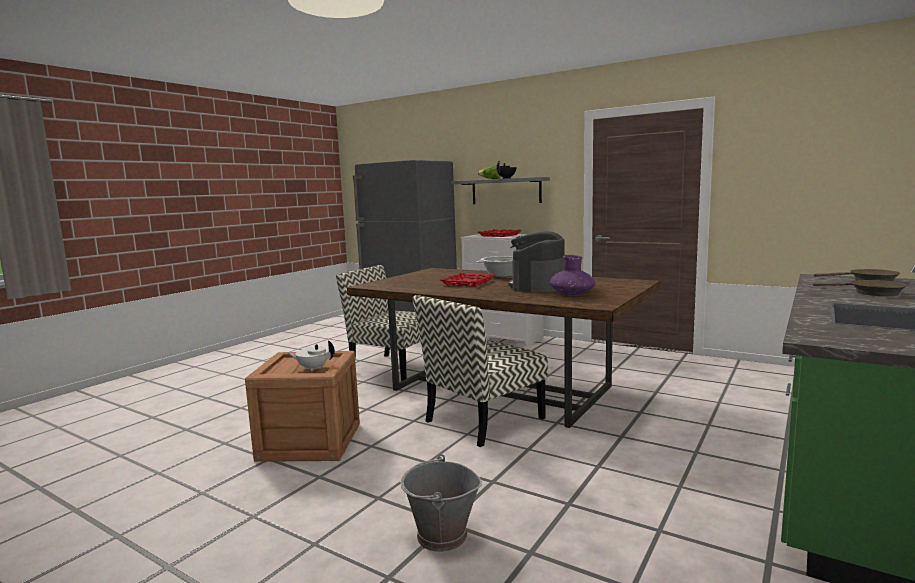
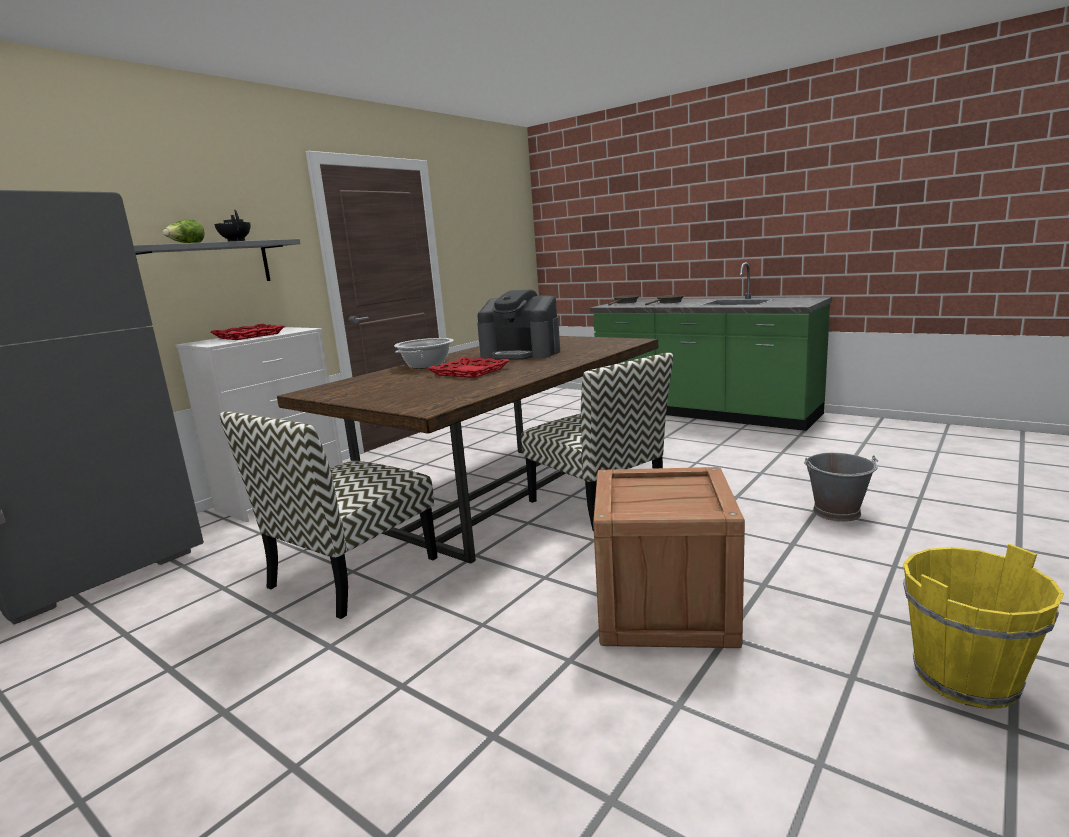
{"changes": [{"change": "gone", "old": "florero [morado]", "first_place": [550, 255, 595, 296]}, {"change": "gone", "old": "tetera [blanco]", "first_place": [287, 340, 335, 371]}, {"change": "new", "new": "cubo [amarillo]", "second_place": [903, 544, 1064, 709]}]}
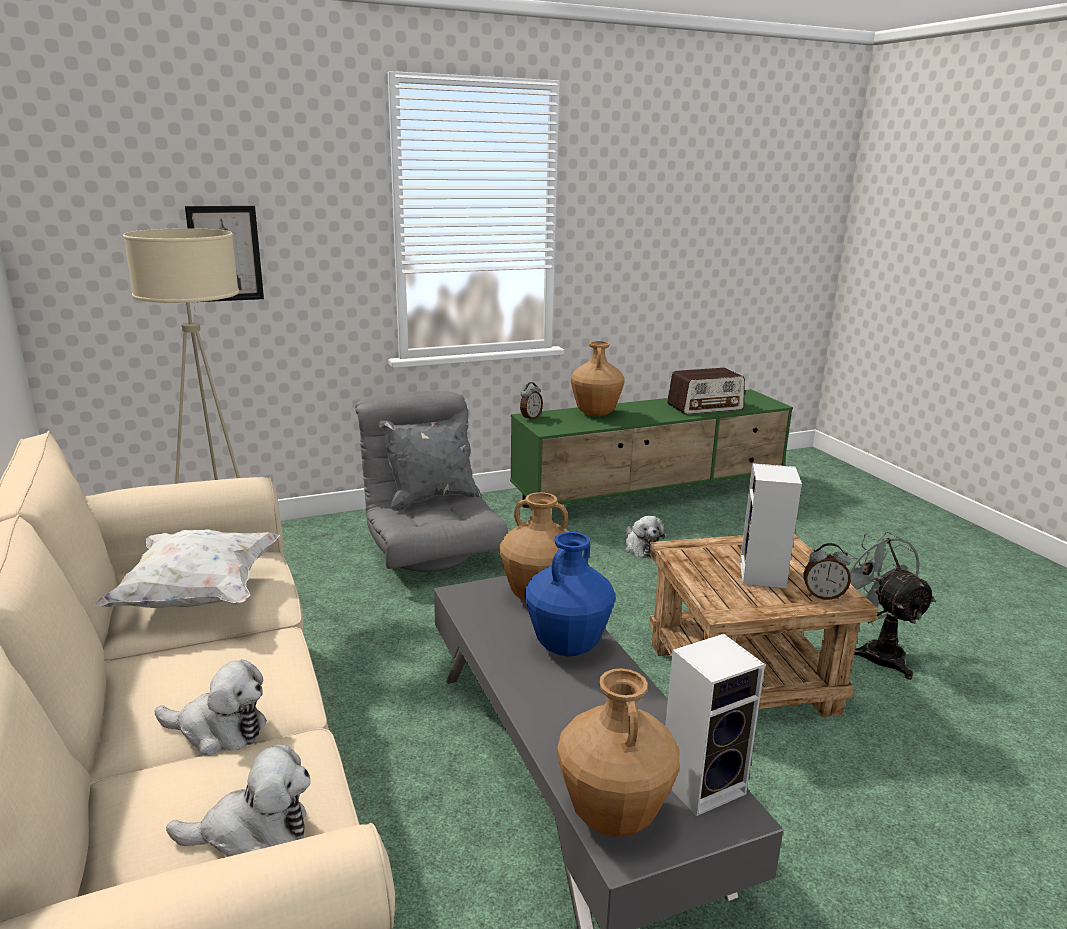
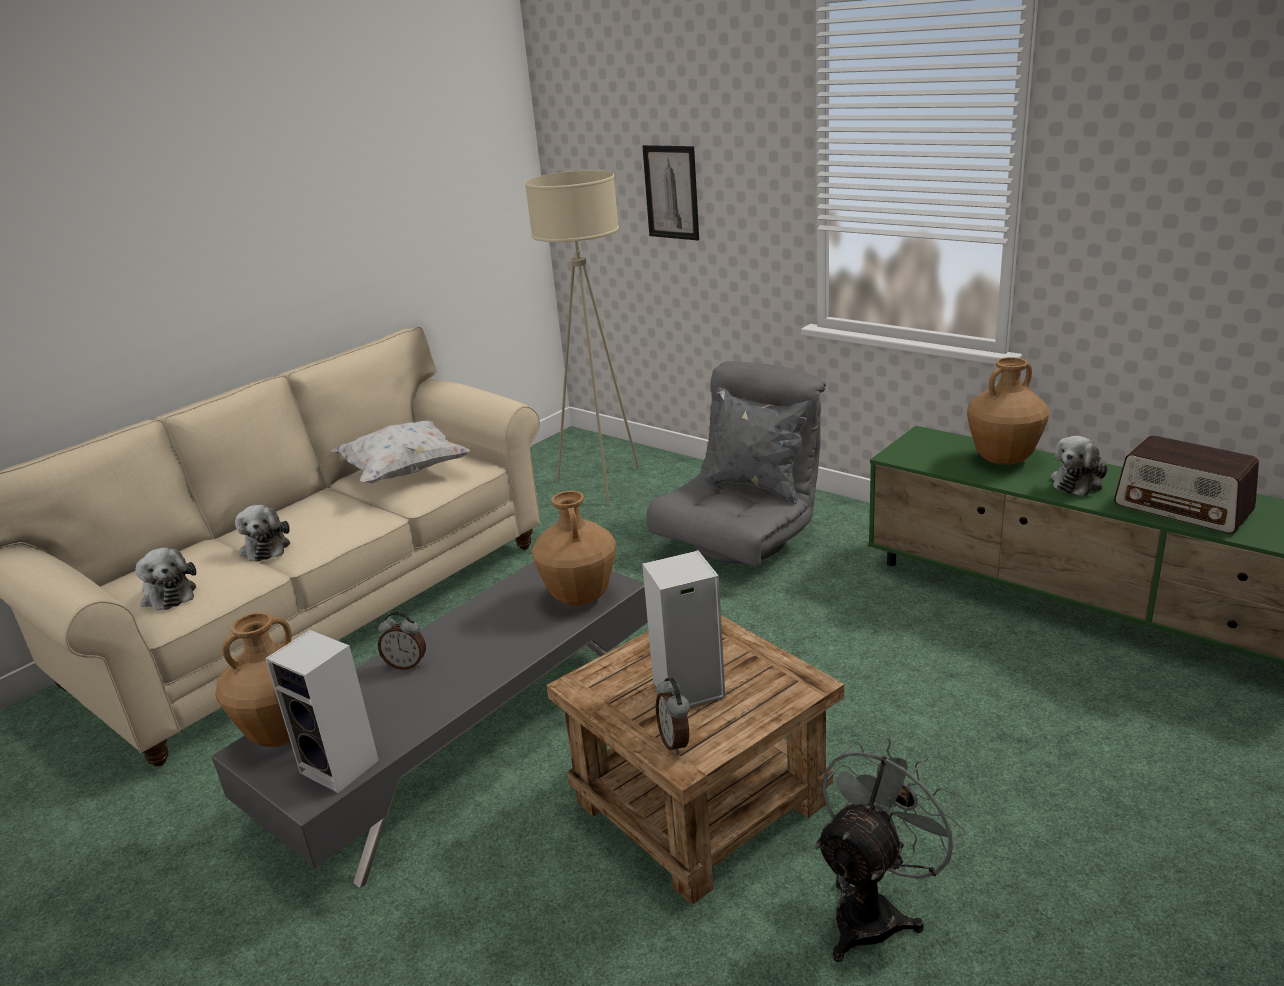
{"changes": [{"change": "shifted", "old": "despertador", "first_place": [520, 382, 543, 420], "second_place": [378, 612, 426, 670]}, {"change": "shifted", "old": "peluche", "first_place": [626, 516, 665, 558], "second_place": [1051, 436, 1108, 496]}, {"change": "gone", "old": "florero [azul]", "first_place": [525, 532, 616, 656]}]}
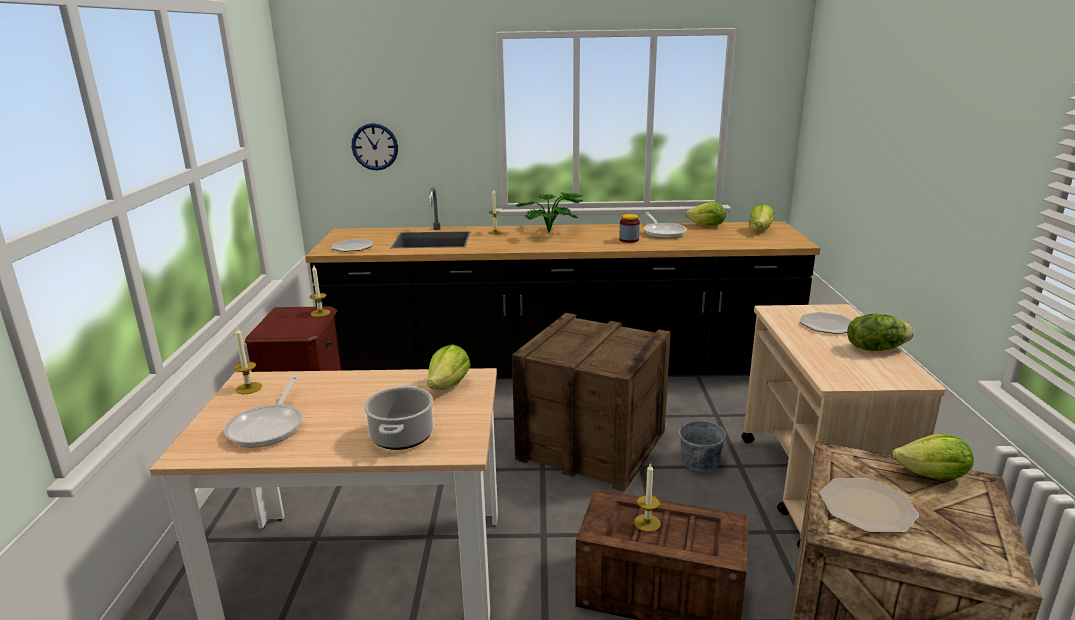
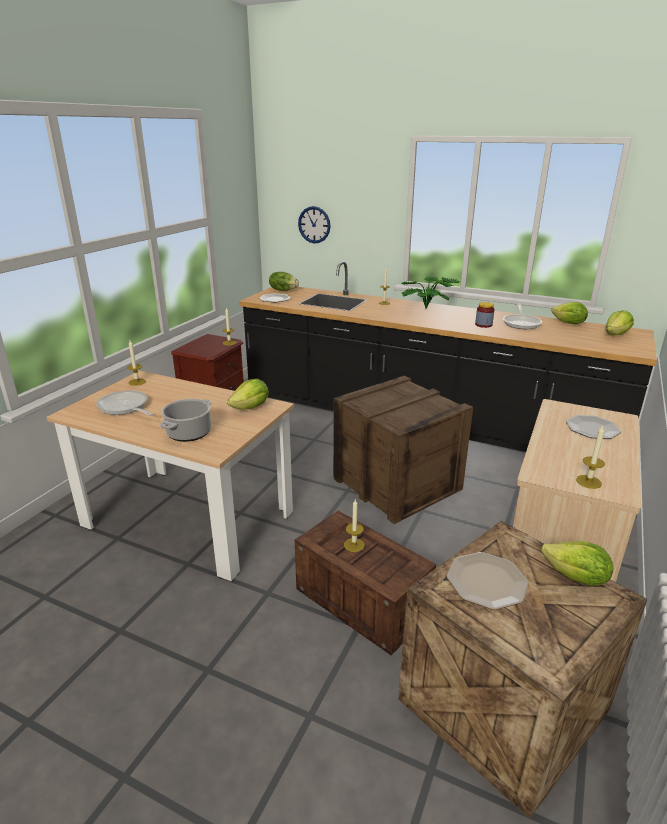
{"changes": [{"change": "shifted", "old": "lechuga", "first_place": [848, 314, 914, 351], "second_place": [269, 272, 299, 291]}, {"change": "rotated", "old": "sartén", "first_place": [224, 375, 303, 448], "second_place": [96, 390, 153, 416], "degrees": 105}, {"change": "gone", "old": "cubo [gris]", "first_place": [678, 411, 726, 472]}, {"change": "new", "new": "vela", "second_place": [576, 426, 605, 489]}]}
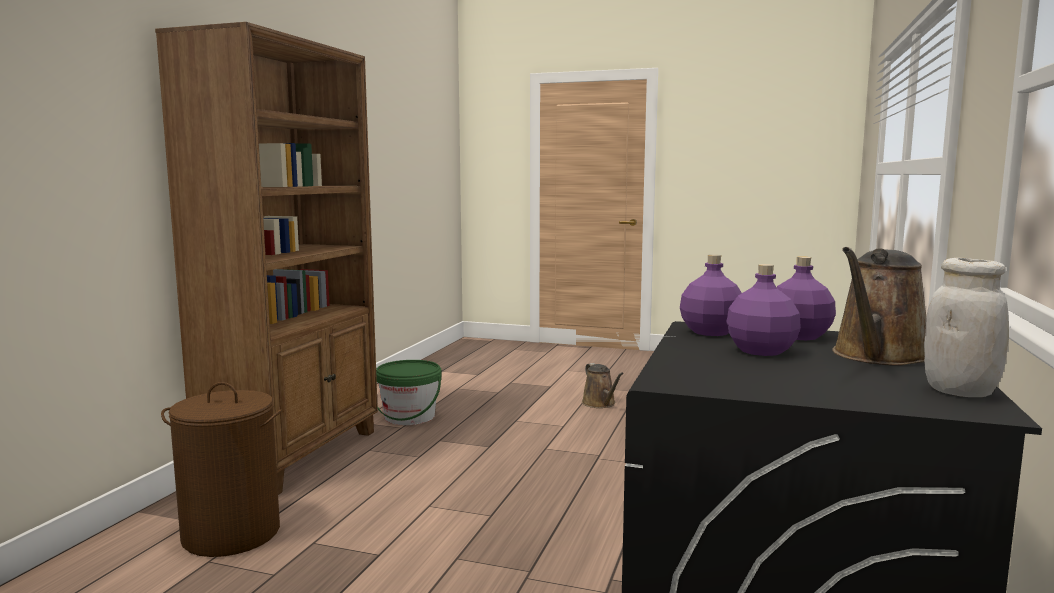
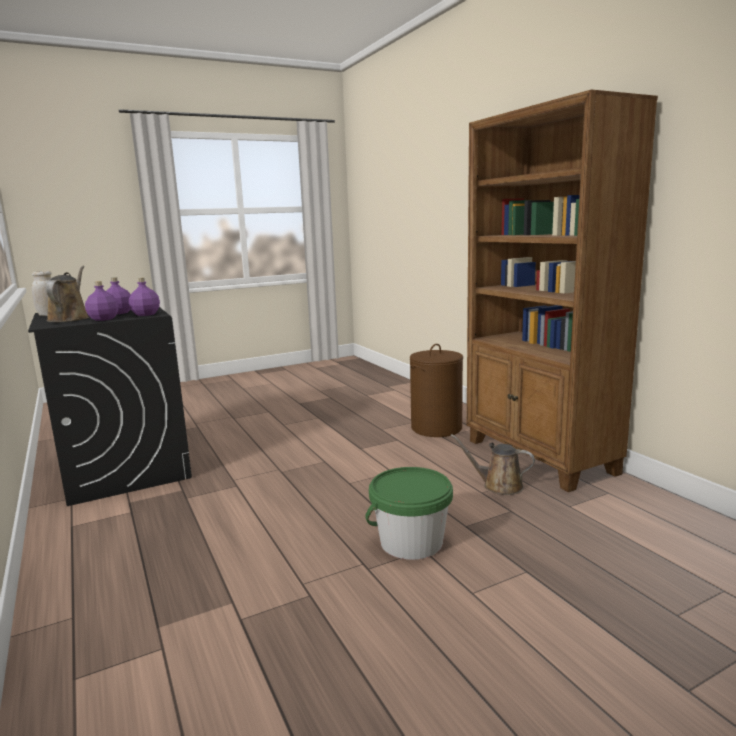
{"changes": [{"change": "shifted", "old": "cubo [verde]", "first_place": [376, 360, 442, 425], "second_place": [365, 467, 453, 560]}, {"change": "shifted", "old": "regadera [marrón]", "first_place": [582, 363, 624, 408], "second_place": [451, 434, 535, 495]}]}
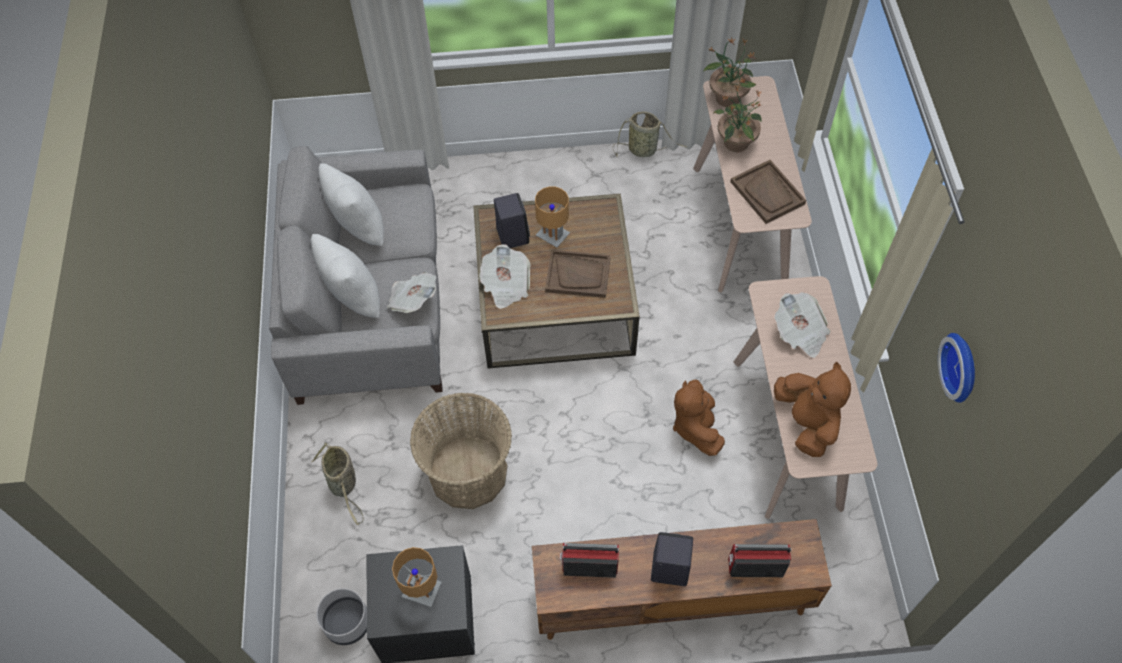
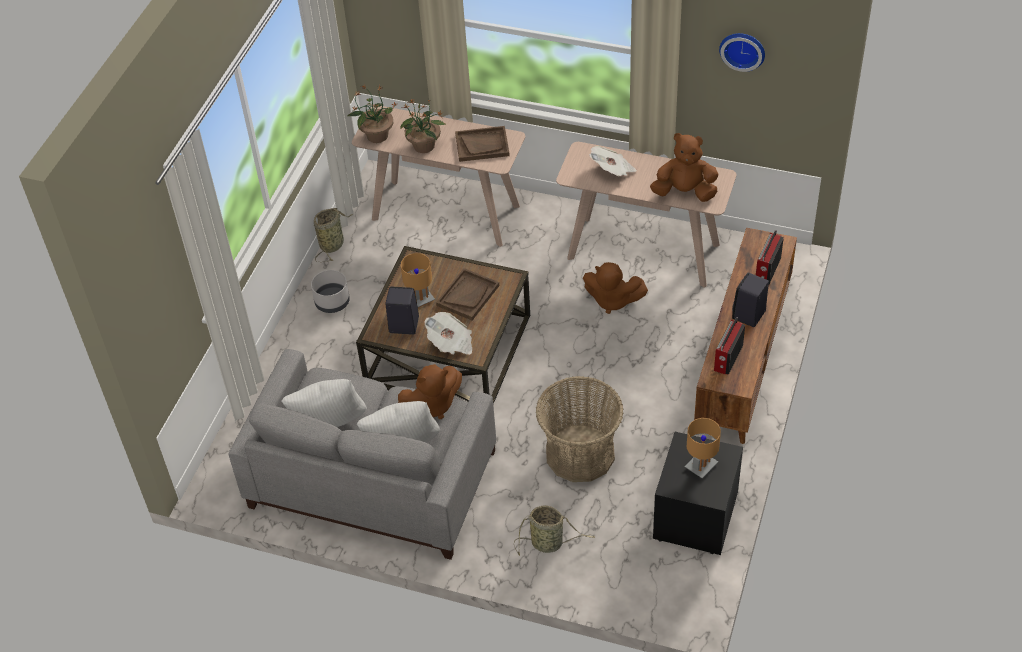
{"changes": [{"change": "swapped", "old": "periódico", "new": "peluche [marrón]", "first_place": [387, 272, 437, 313], "second_place": [398, 364, 462, 419]}, {"change": "shifted", "old": "maceta [gris]", "first_place": [316, 588, 367, 645], "second_place": [311, 270, 350, 313]}]}
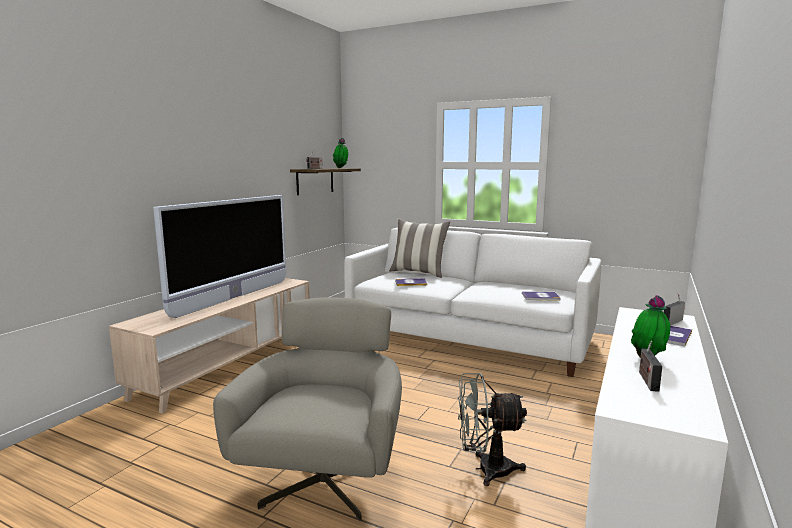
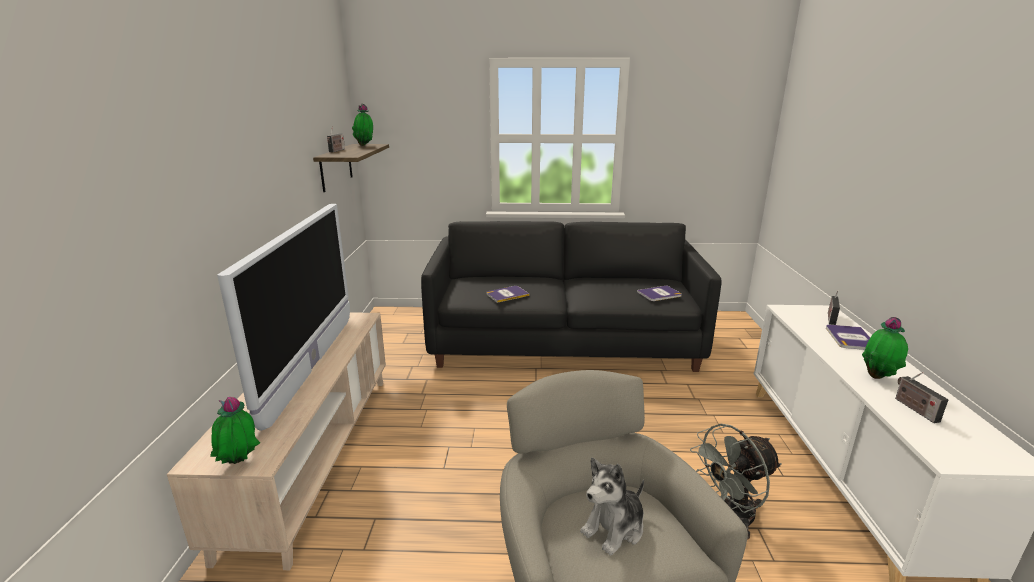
{"changes": [{"change": "gone", "old": "cojín", "first_place": [389, 219, 450, 278]}, {"change": "repainted", "old": "sofá [blanco]", "new": "sofá [negro]", "first_place": [344, 228, 602, 377], "second_place": [421, 221, 722, 372]}, {"change": "new", "new": "planta en maceta", "second_place": [210, 397, 260, 464]}, {"change": "new", "new": "peluche", "second_place": [580, 457, 644, 555]}]}
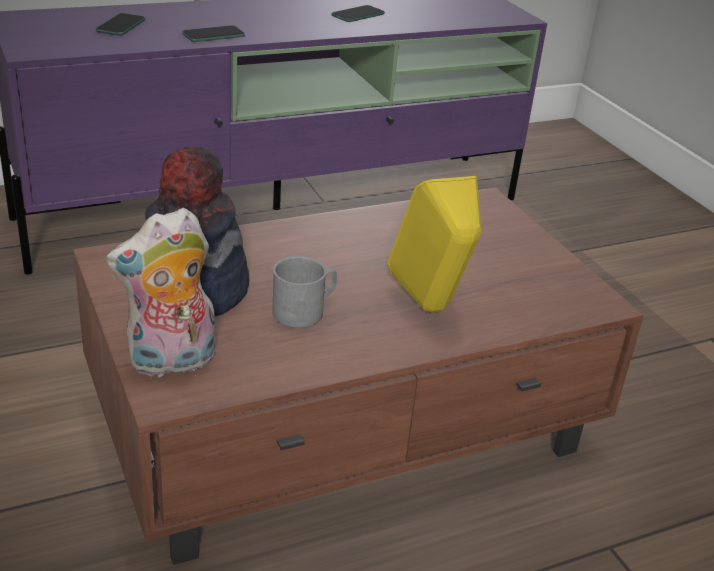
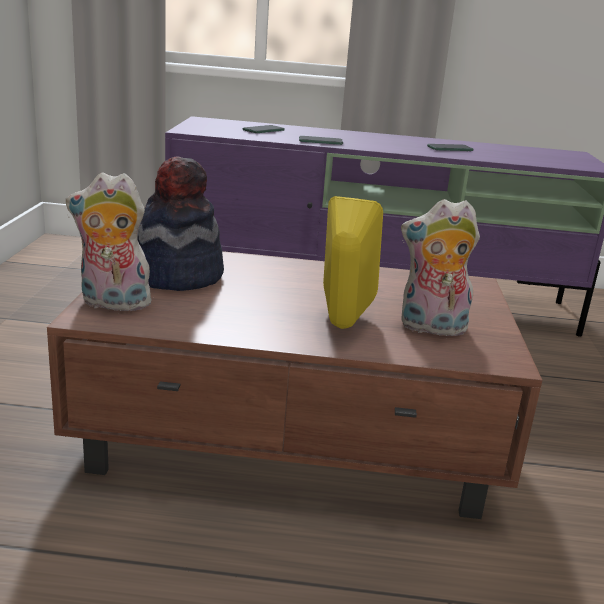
{"changes": [{"change": "gone", "old": "taza grande [gris]", "first_place": [272, 256, 337, 328]}, {"change": "new", "new": "peluche", "second_place": [401, 199, 480, 336]}]}
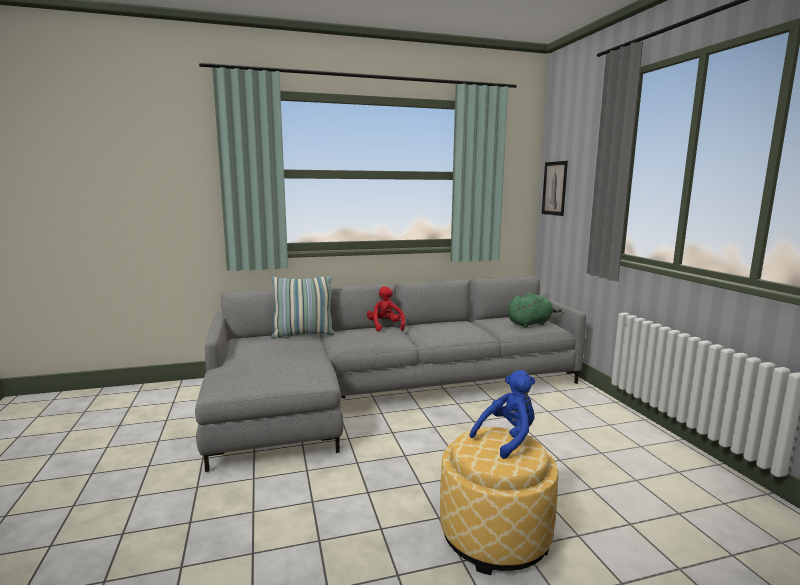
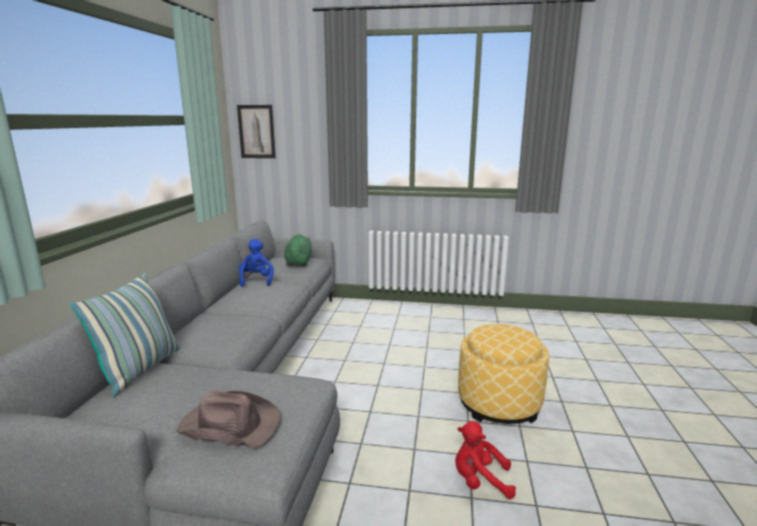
{"changes": [{"change": "shifted", "old": "peluche [rojo]", "first_place": [367, 286, 405, 332], "second_place": [455, 421, 516, 499]}, {"change": "shifted", "old": "peluche [azul]", "first_place": [470, 370, 535, 459], "second_place": [239, 239, 274, 287]}, {"change": "new", "new": "sombrero [marrón]", "second_place": [176, 390, 280, 448]}]}
